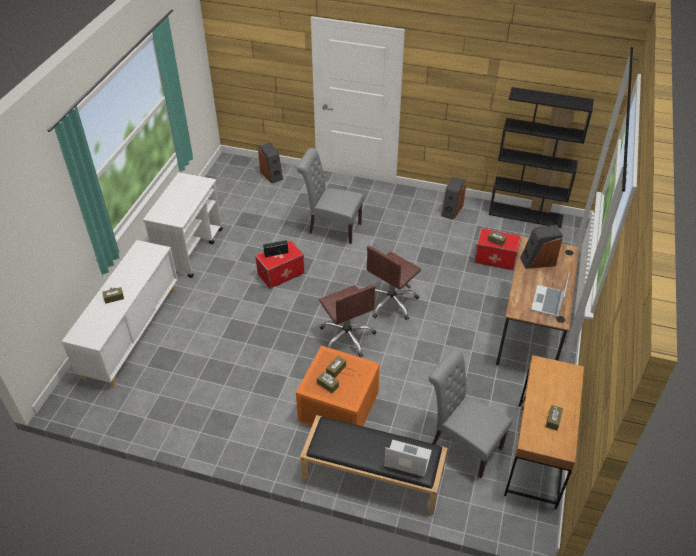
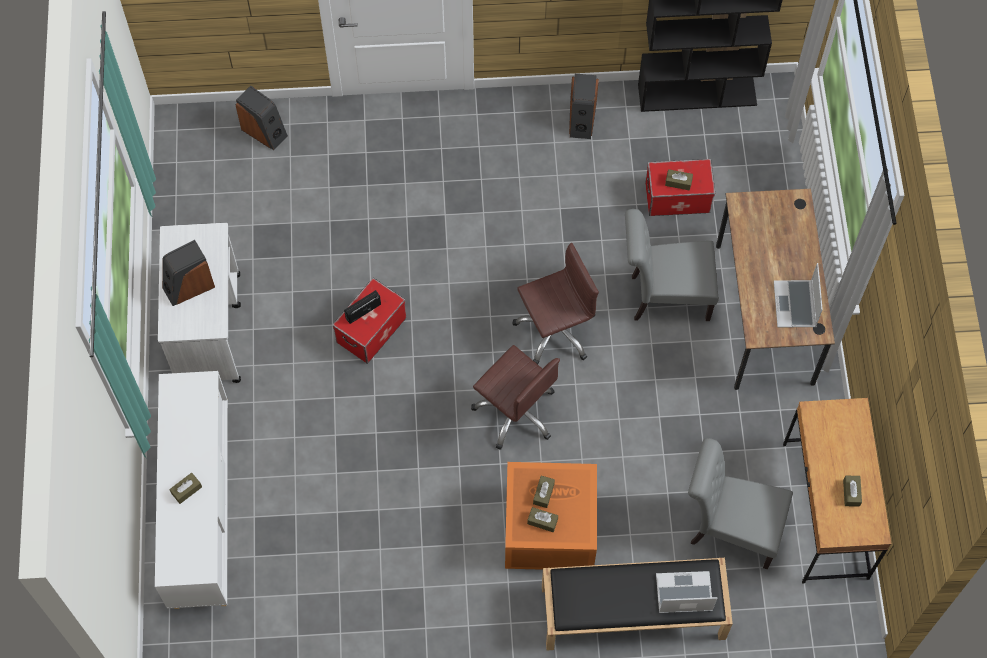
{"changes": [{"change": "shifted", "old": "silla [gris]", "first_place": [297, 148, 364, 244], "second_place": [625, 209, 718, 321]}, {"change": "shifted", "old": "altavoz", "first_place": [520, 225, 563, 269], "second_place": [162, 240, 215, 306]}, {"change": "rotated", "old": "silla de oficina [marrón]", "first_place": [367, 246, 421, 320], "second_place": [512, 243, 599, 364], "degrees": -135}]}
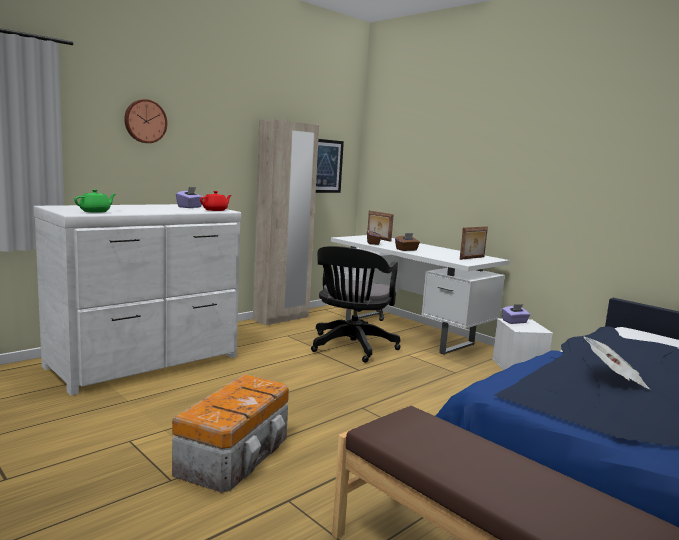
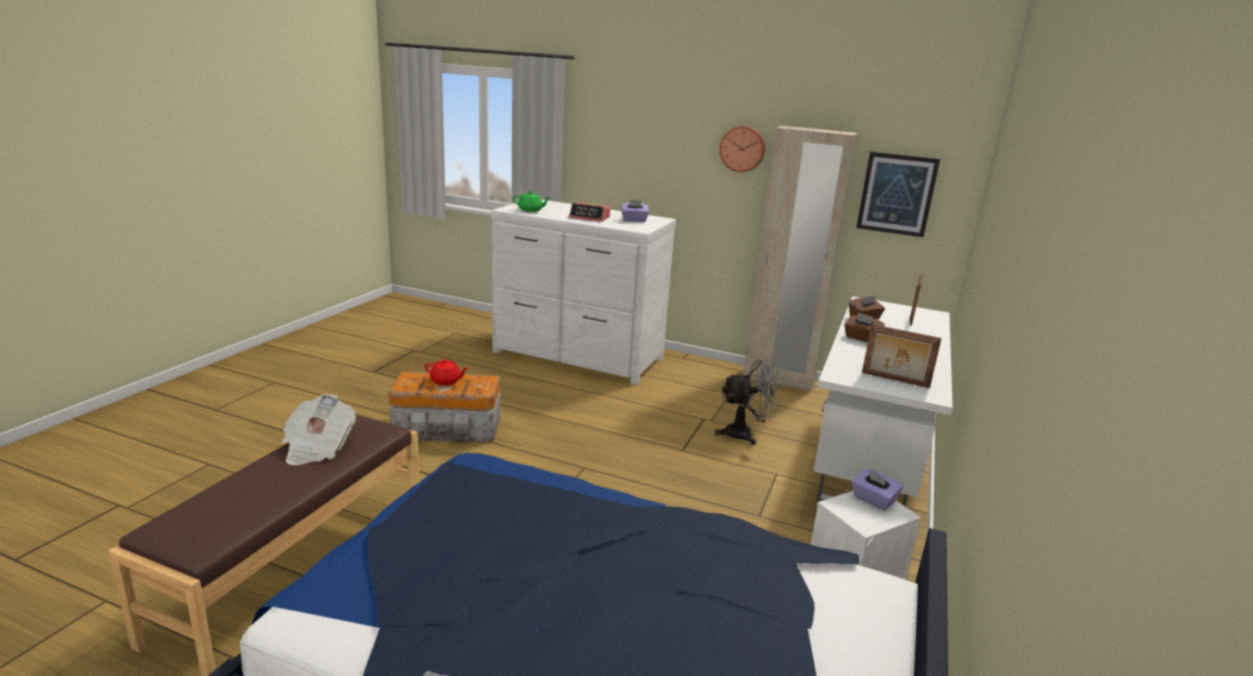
{"changes": [{"change": "shifted", "old": "reloj de pared", "first_place": [124, 99, 167, 143], "second_place": [720, 126, 765, 172]}, {"change": "shifted", "old": "tetera [rojo]", "first_place": [200, 191, 231, 211], "second_place": [425, 359, 469, 385]}, {"change": "swapped", "old": "silla de oficina [negro]", "new": "ventilador [gris]", "first_place": [311, 246, 401, 363], "second_place": [715, 359, 781, 445]}, {"change": "shifted", "old": "periódico", "first_place": [583, 336, 650, 389], "second_place": [282, 394, 356, 465]}, {"change": "new", "new": "despertador", "second_place": [569, 202, 610, 222]}]}
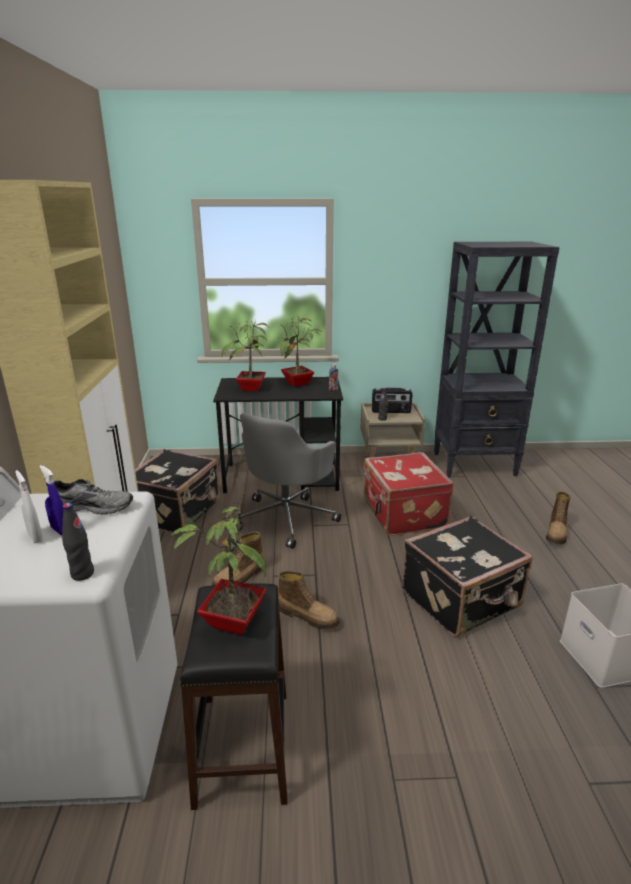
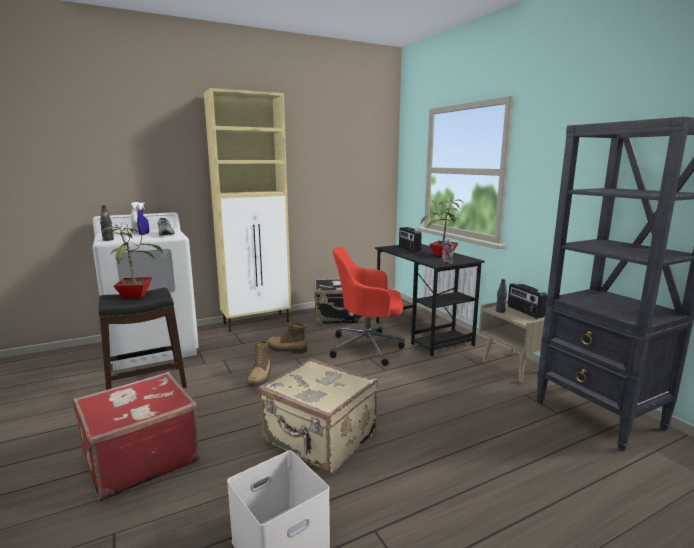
{"changes": [{"change": "swapped", "old": "planta en maceta", "new": "radio", "first_place": [222, 319, 268, 391], "second_place": [399, 227, 422, 253]}, {"change": "repainted", "old": "silla de oficina [gris]", "new": "silla de oficina [rojo]", "first_place": [239, 413, 341, 549], "second_place": [330, 247, 405, 366]}, {"change": "shifted", "old": "maleta [rojo]", "first_place": [363, 452, 454, 536], "second_place": [73, 372, 200, 502]}, {"change": "gone", "old": "bota", "first_place": [546, 491, 571, 545]}, {"change": "repainted", "old": "maleta [negro]", "new": "maleta [beis]", "first_place": [402, 516, 532, 637], "second_place": [258, 358, 378, 473]}]}
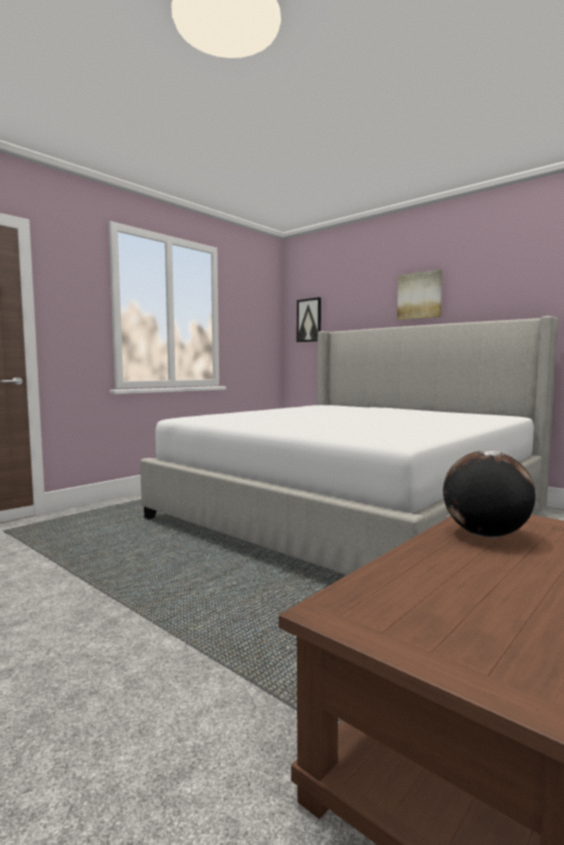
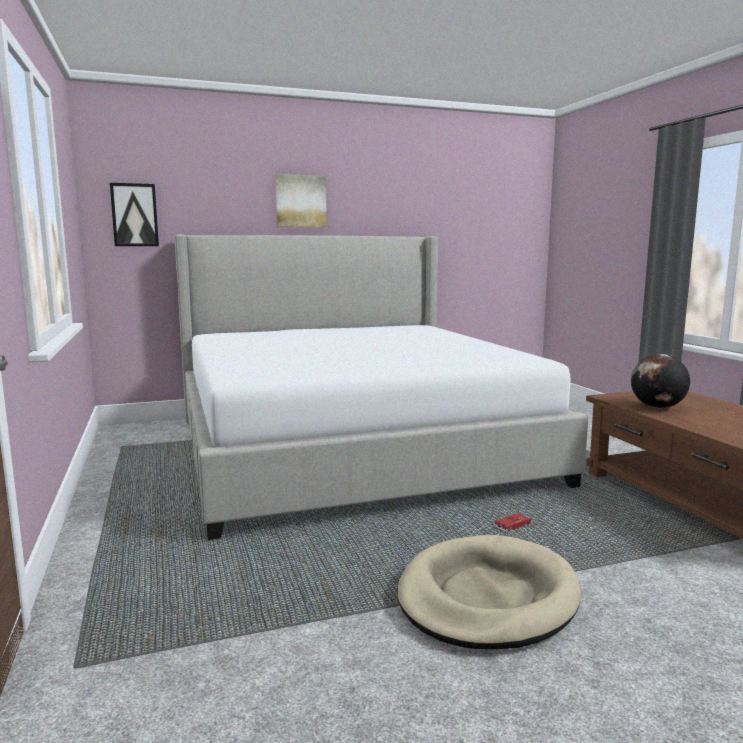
{"changes": [{"change": "new", "new": "coche de juguete [rojo]", "second_place": [494, 513, 533, 532]}, {"change": "new", "new": "cama para perro [beis]", "second_place": [397, 535, 581, 649]}]}
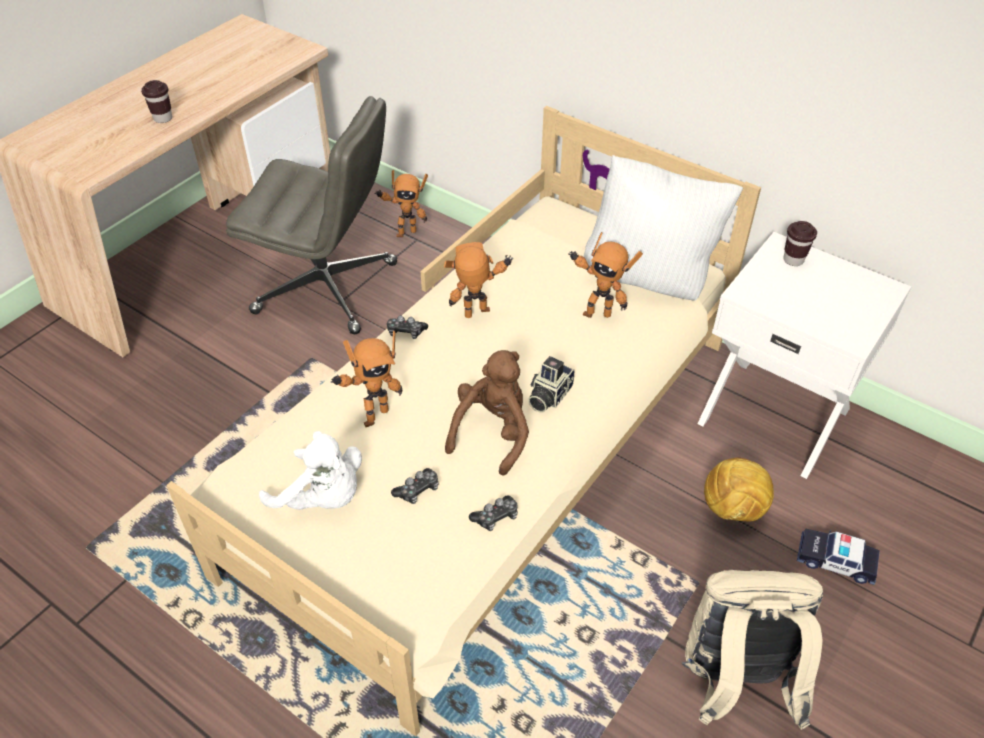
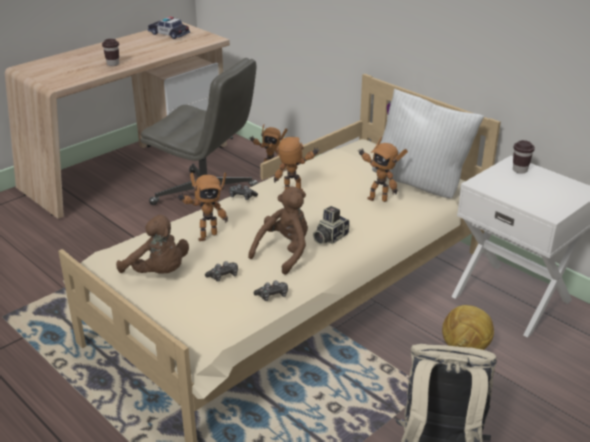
{"changes": [{"change": "repainted", "old": "peluche [blanco]", "new": "peluche [marrón]", "first_place": [259, 431, 362, 510], "second_place": [116, 215, 189, 274]}, {"change": "shifted", "old": "coche de juguete", "first_place": [797, 529, 880, 585], "second_place": [148, 17, 190, 39]}]}
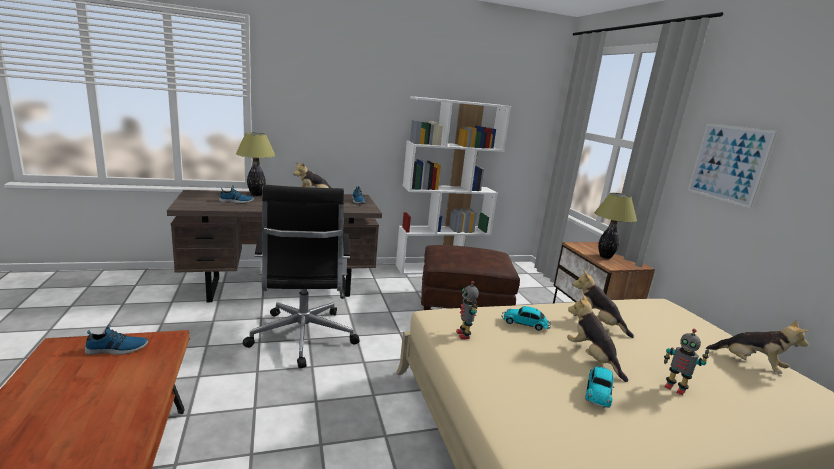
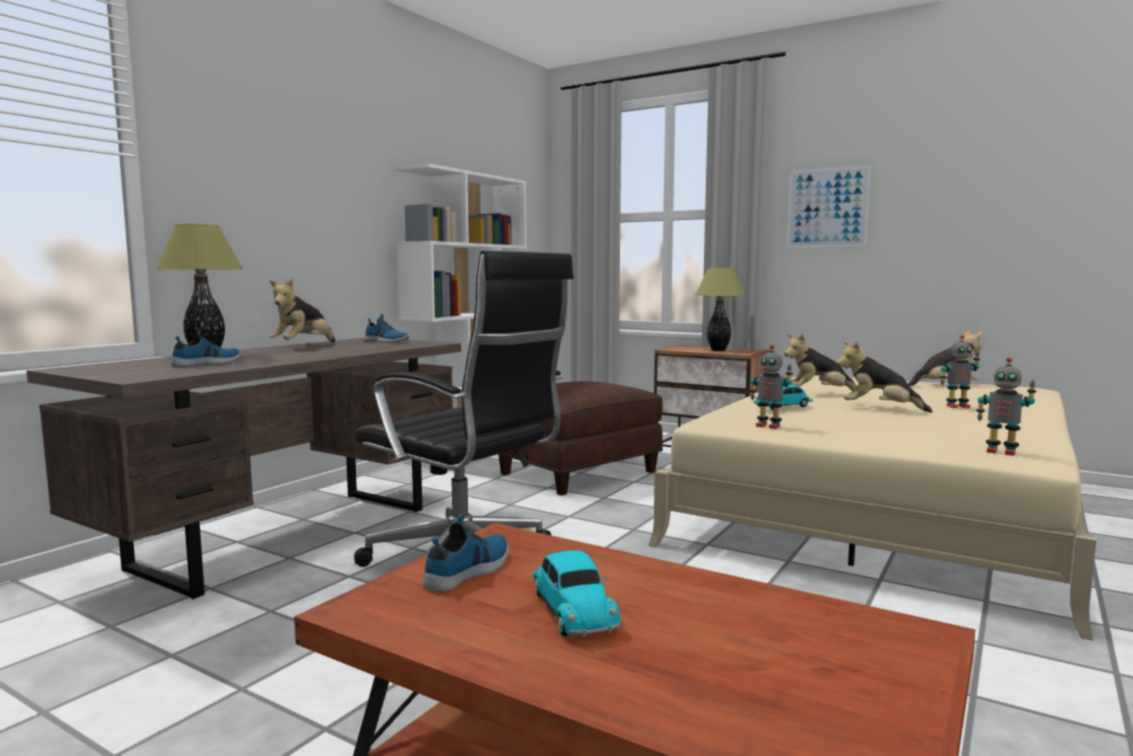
{"changes": [{"change": "shifted", "old": "coche de juguete", "first_place": [586, 366, 614, 408], "second_place": [531, 550, 621, 636]}, {"change": "new", "new": "robot de juguete", "second_place": [976, 357, 1036, 456]}]}
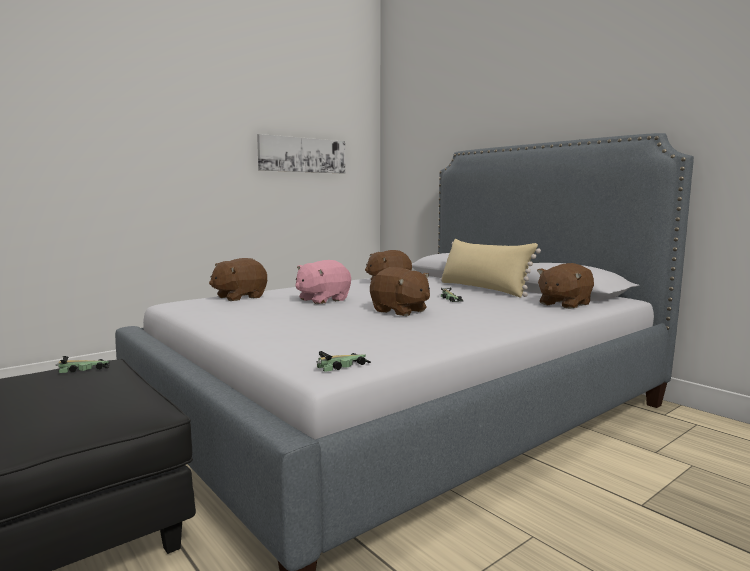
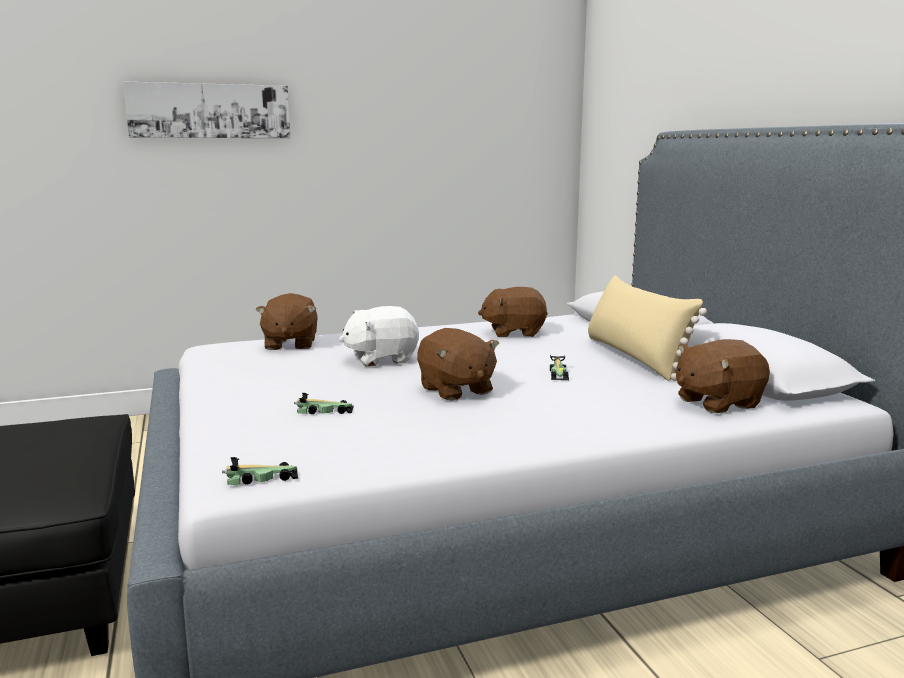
{"changes": [{"change": "shifted", "old": "cuadro", "first_place": [257, 134, 345, 174], "second_place": [123, 81, 290, 138]}, {"change": "rotated", "old": "peluche [marrón]", "first_place": [209, 258, 267, 301], "second_place": [256, 293, 318, 350], "degrees": -75}, {"change": "repainted", "old": "peluche [rosa]", "new": "peluche [blanco]", "first_place": [295, 260, 351, 304], "second_place": [339, 306, 419, 366]}, {"change": "shifted", "old": "coche de juguete", "first_place": [56, 356, 110, 373], "second_place": [294, 393, 354, 414]}]}
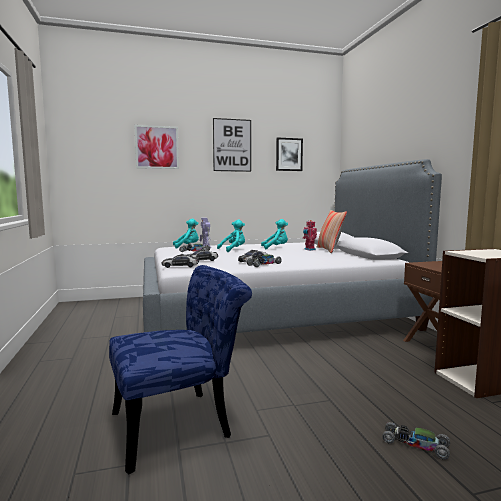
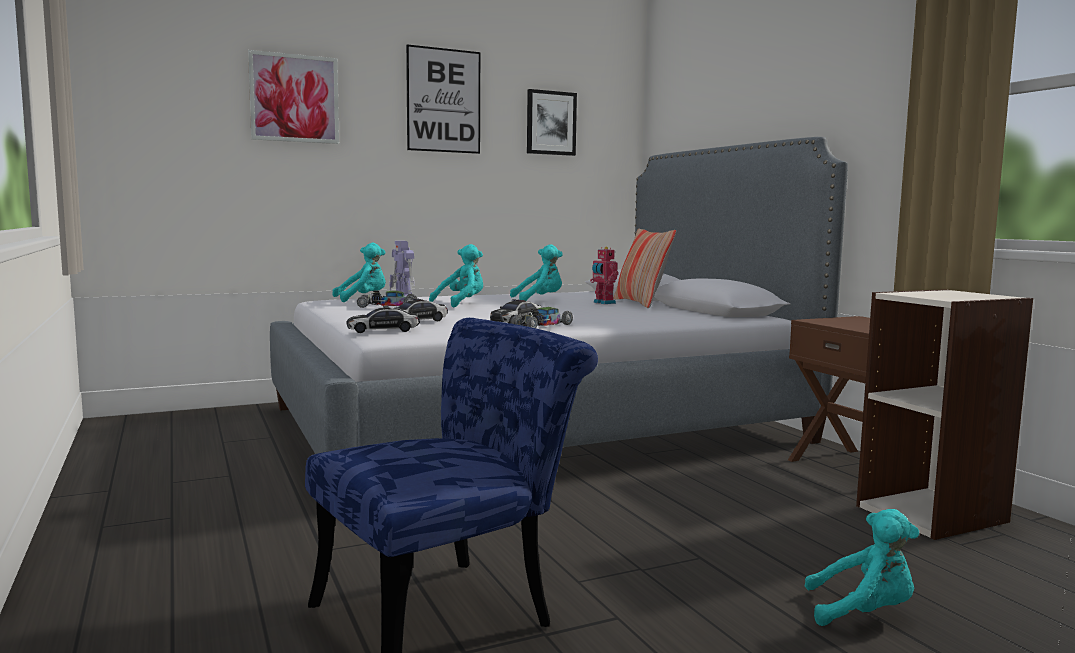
{"changes": [{"change": "swapped", "old": "coche de juguete", "new": "peluche [turquesa]", "first_place": [382, 422, 450, 460], "second_place": [805, 509, 919, 626]}]}
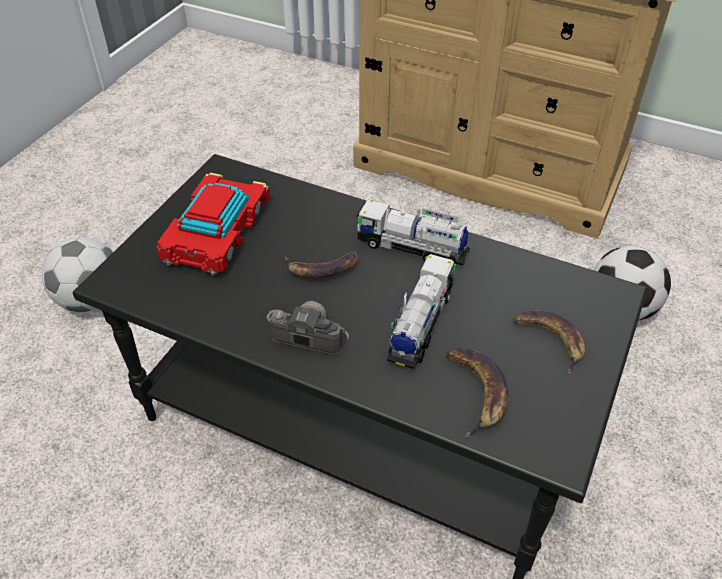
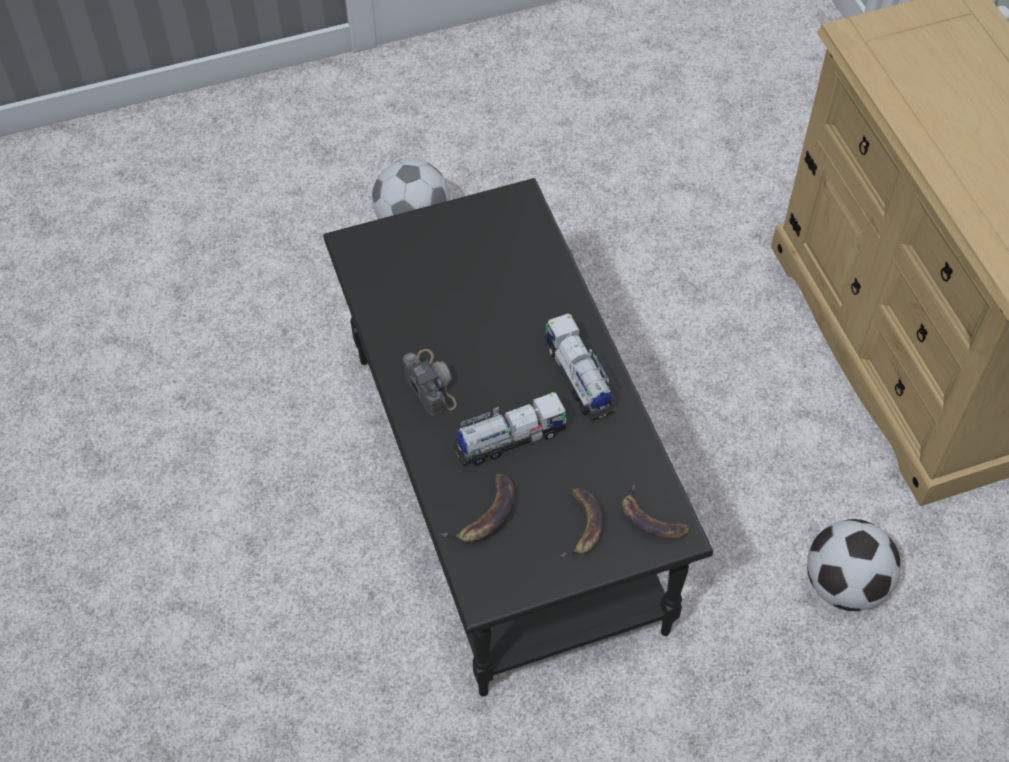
{"changes": [{"change": "gone", "old": "coche de juguete", "first_place": [156, 173, 270, 276]}, {"change": "shifted", "old": "plátano", "first_place": [285, 251, 358, 278], "second_place": [622, 484, 691, 538]}]}
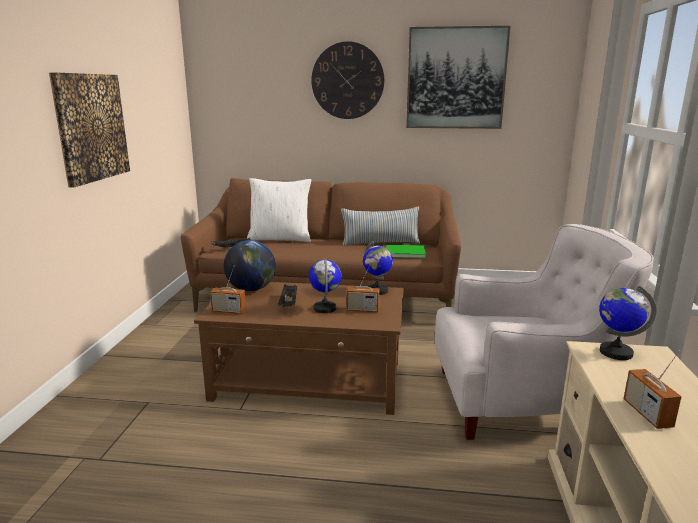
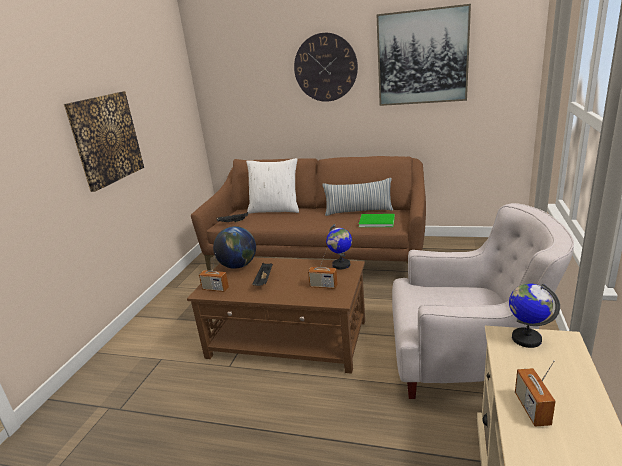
{"changes": [{"change": "gone", "old": "globo terráqueo", "first_place": [309, 259, 341, 313]}]}
